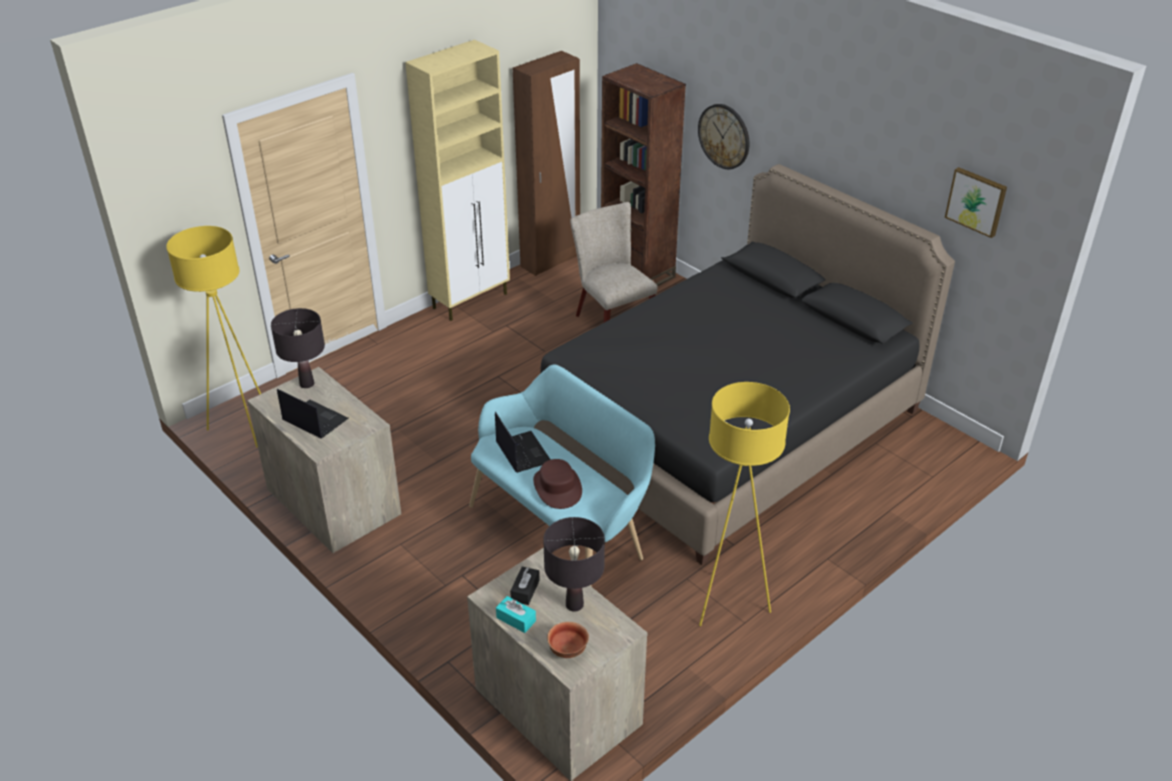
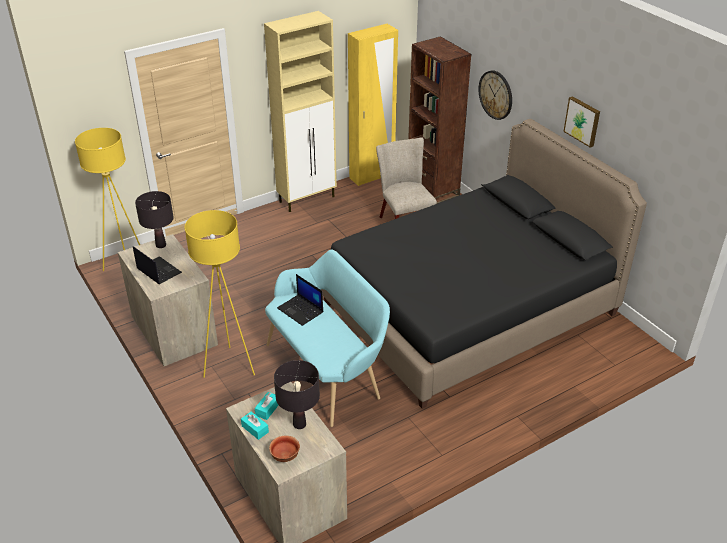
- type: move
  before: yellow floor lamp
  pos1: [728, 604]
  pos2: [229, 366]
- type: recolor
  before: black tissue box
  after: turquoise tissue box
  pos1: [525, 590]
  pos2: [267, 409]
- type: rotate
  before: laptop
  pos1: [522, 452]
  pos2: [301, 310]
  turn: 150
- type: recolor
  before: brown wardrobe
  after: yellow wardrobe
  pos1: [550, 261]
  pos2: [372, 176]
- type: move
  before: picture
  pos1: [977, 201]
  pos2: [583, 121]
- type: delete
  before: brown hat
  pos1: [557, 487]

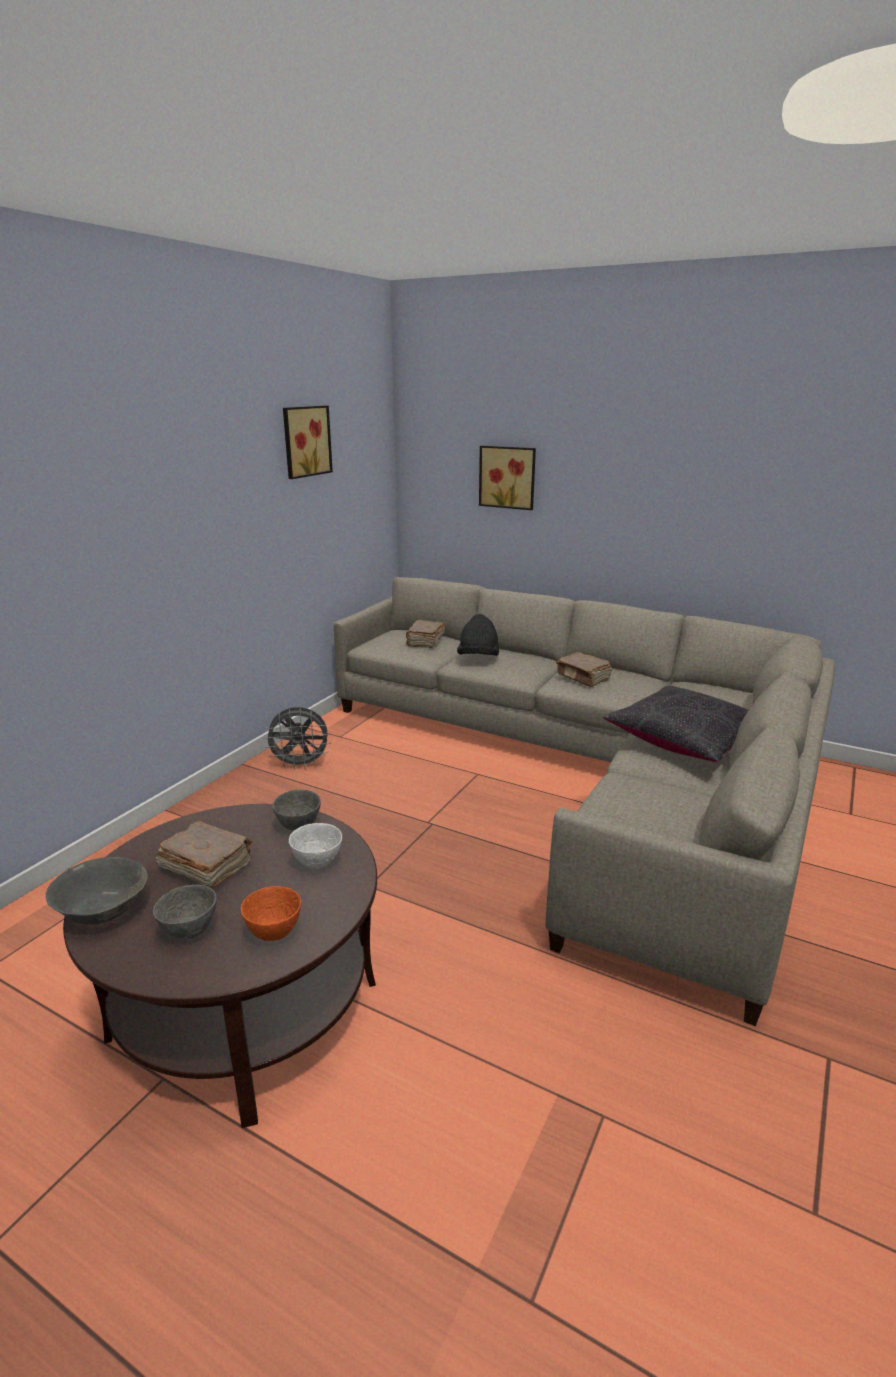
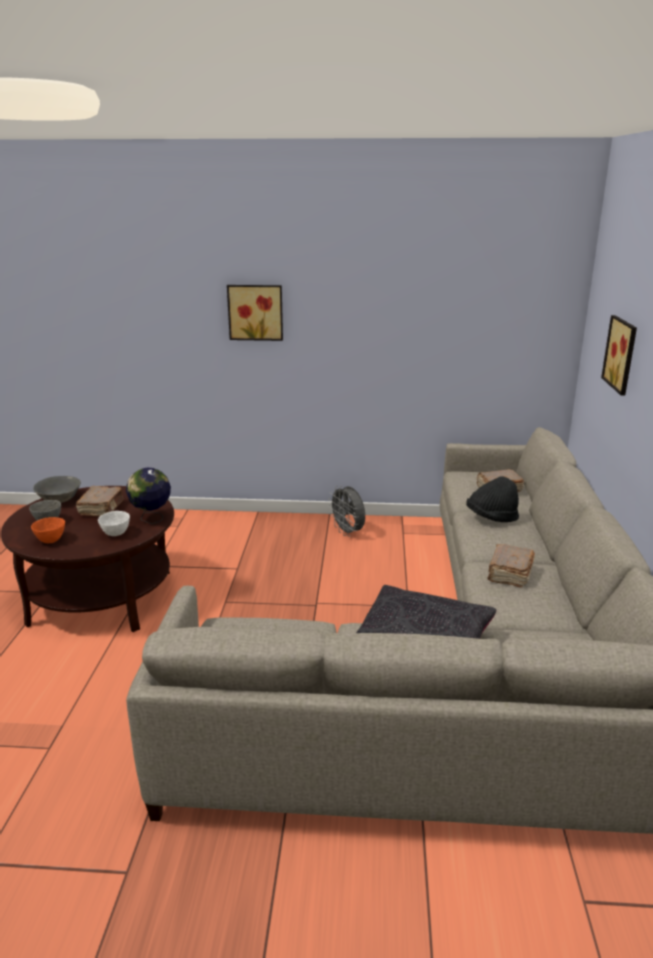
- type: replace
  before: grey bowl
  after: globe
  pos1: [299, 826]
  pos2: [151, 519]
- type: move
  before: picture
  pos1: [305, 441]
  pos2: [255, 312]

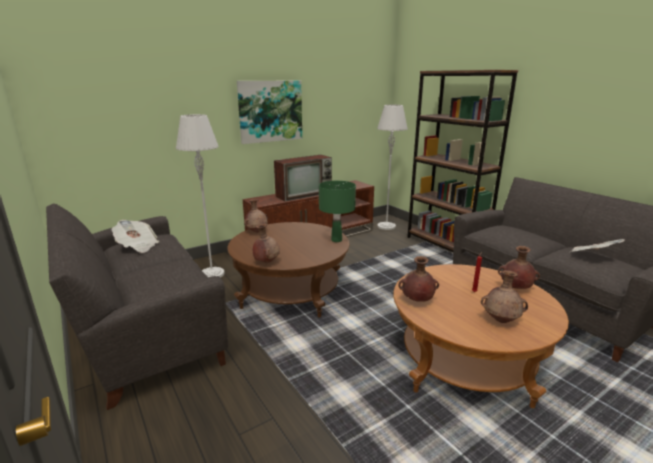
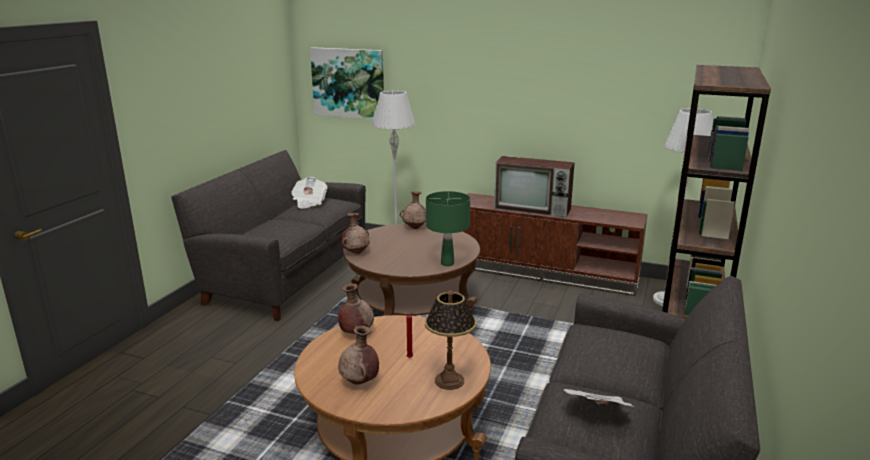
- type: move
  before: picture
  pos1: [270, 111]
  pos2: [348, 83]
- type: replace
  before: brown vase
  after: table lamp
  pos1: [515, 288]
  pos2: [449, 380]

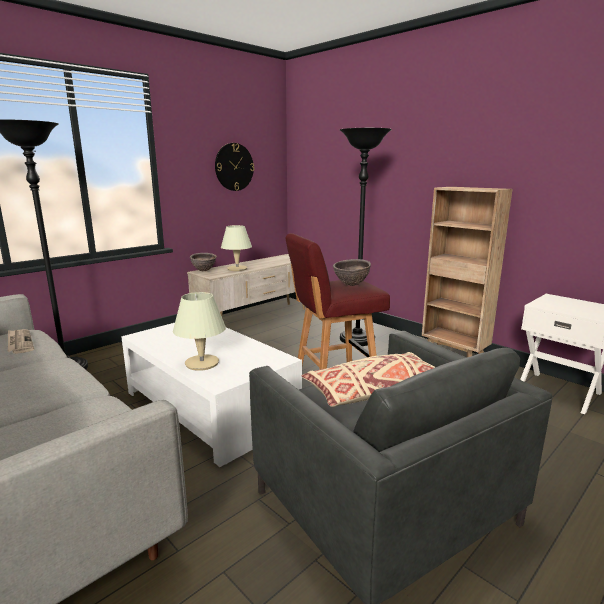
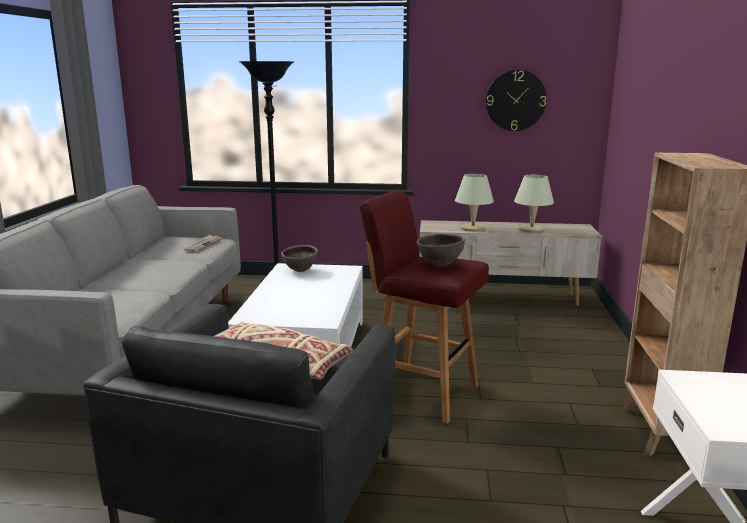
- type: move
  before: brown bowl
  pos1: [204, 271]
  pos2: [300, 271]
- type: move
  before: beige table lamp
  pos1: [202, 363]
  pos2: [532, 229]
- type: delete
  before: black floor lamp
  pos1: [357, 340]

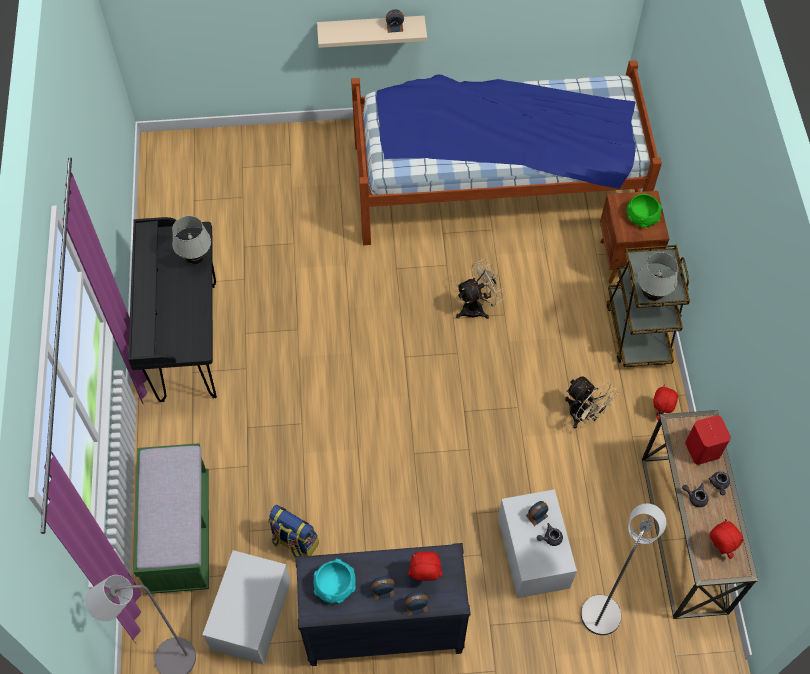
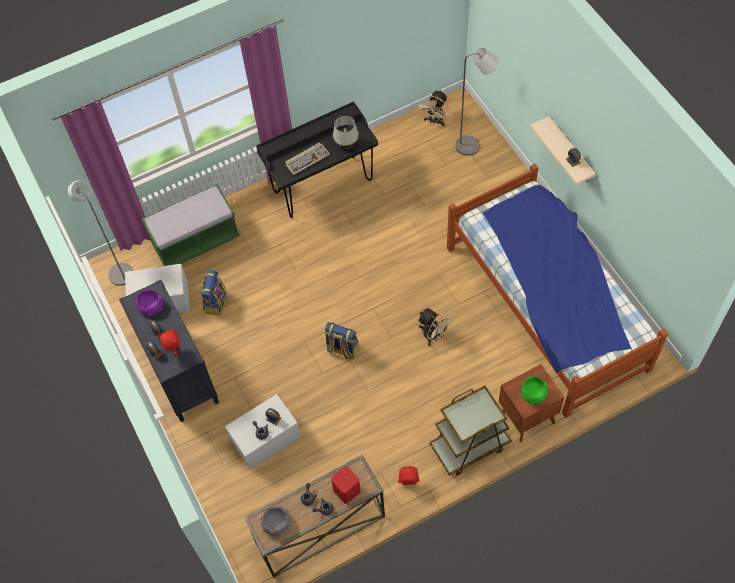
- type: recolor
  before: turquoise bowl
  after: purple bowl
  pos1: [334, 585]
  pos2: [151, 306]
- type: replace
  before: red plush toy
  after: grey bowl
  pos1: [718, 548]
  pos2: [276, 523]
- type: insert
  after: keyboard
  pos2: [307, 159]
- type: insert
  after: backpack
  pos2: [342, 349]
- type: move
  before: beige fan
  pos1: [584, 416]
  pos2: [434, 121]
- type: move
  before: grey floor lamp
  pos1: [604, 608]
  pos2: [472, 146]
- type: delete
  before: white table lamp
  pos1: [651, 295]

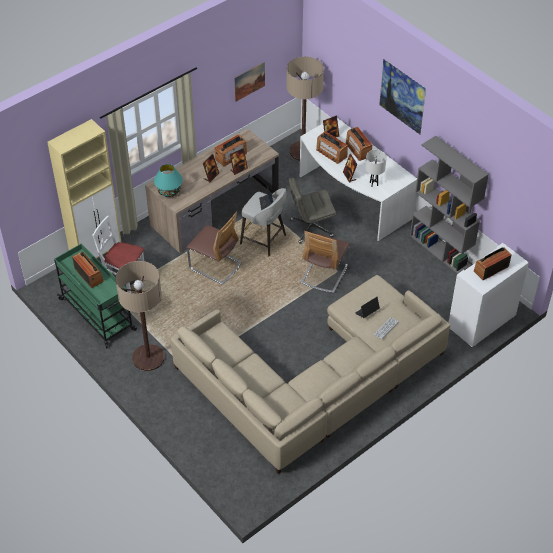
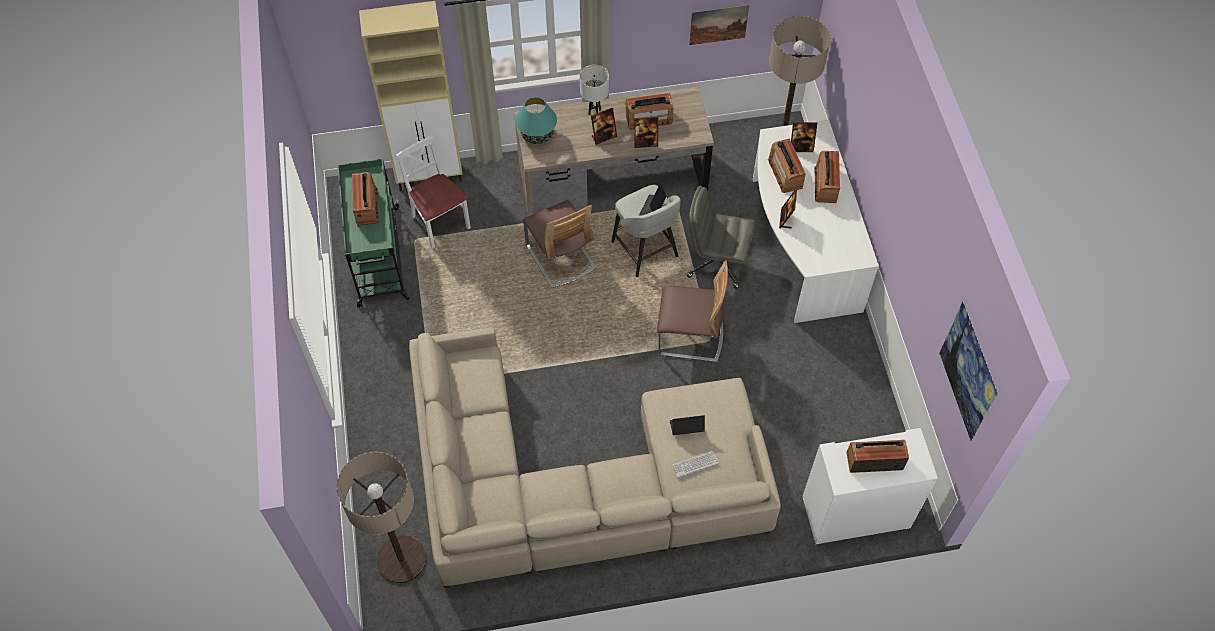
- type: move
  before: floor lamp
  pos1: [148, 358]
  pos2: [401, 559]
- type: move
  before: white table lamp
  pos1: [373, 184]
  pos2: [594, 112]
- type: rotate
  before: chair
  pos1: [324, 274]
  pos2: [690, 336]
  turn: -135
- type: move
  before: picture
  pos1: [400, 108]
  pos2: [960, 384]
- type: delete
  before: grey bookcase
  pos1: [440, 250]

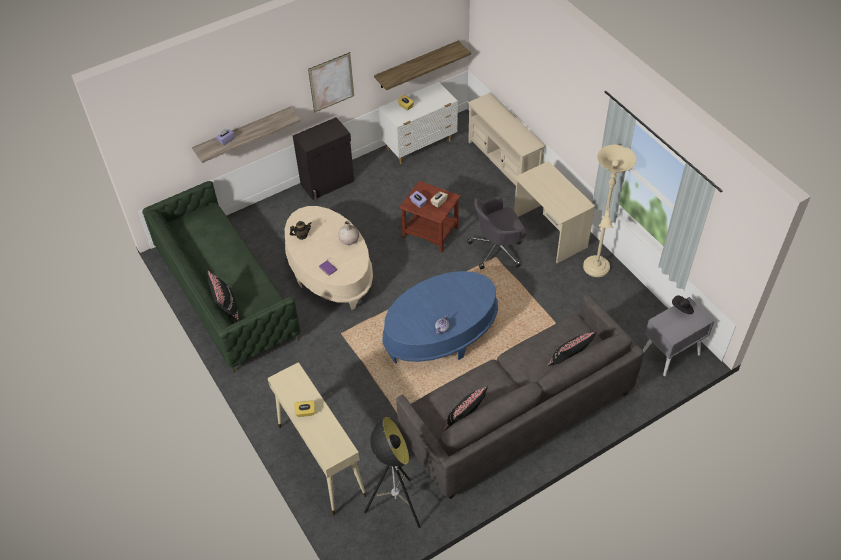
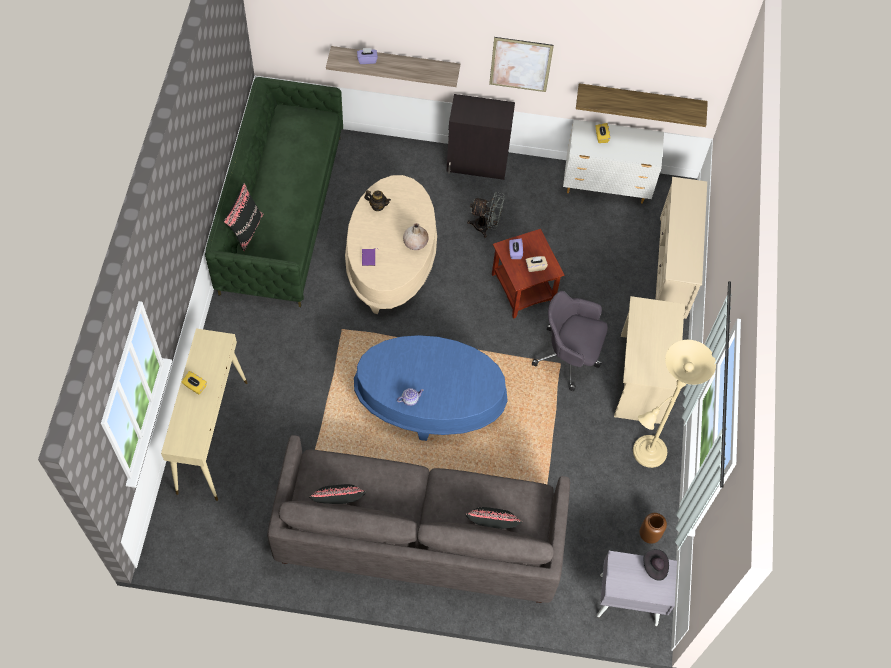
- type: insert
  after: grey fan
  pos2: [486, 226]
- type: insert
  after: brown vase
  pos2: [649, 535]
- type: delete
  before: floor lamp
  pos1: [396, 506]

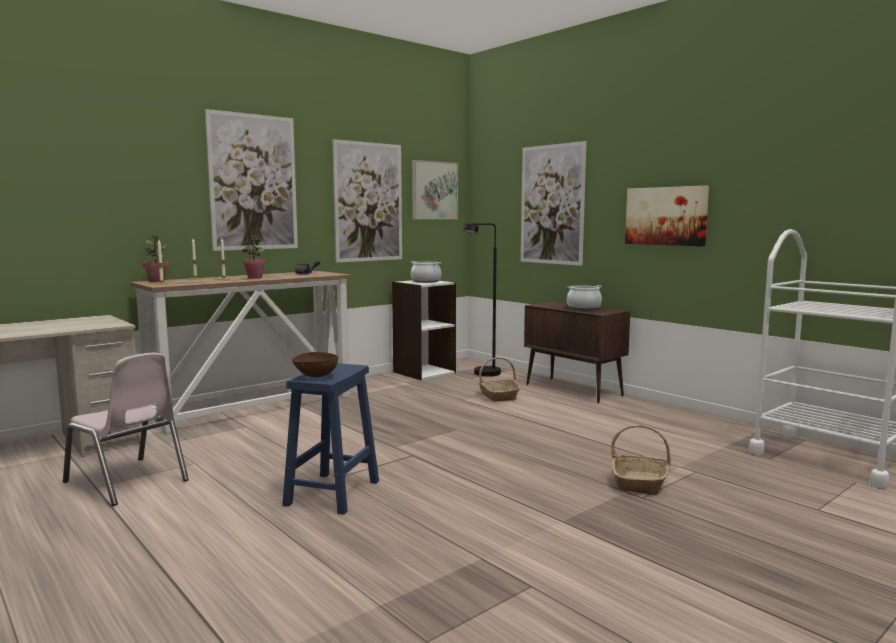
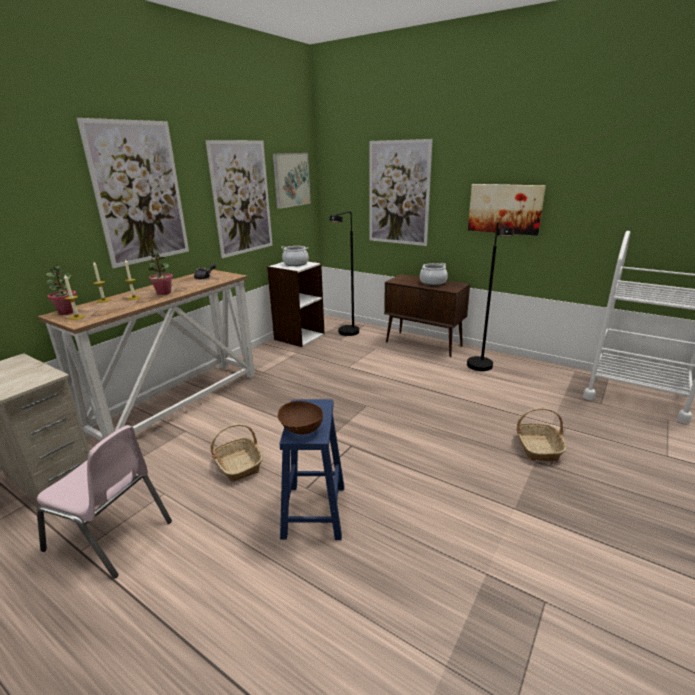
- type: move
  before: basket
  pos1: [498, 396]
  pos2: [238, 465]
- type: insert
  after: black floor lamp
  pos2: [481, 369]

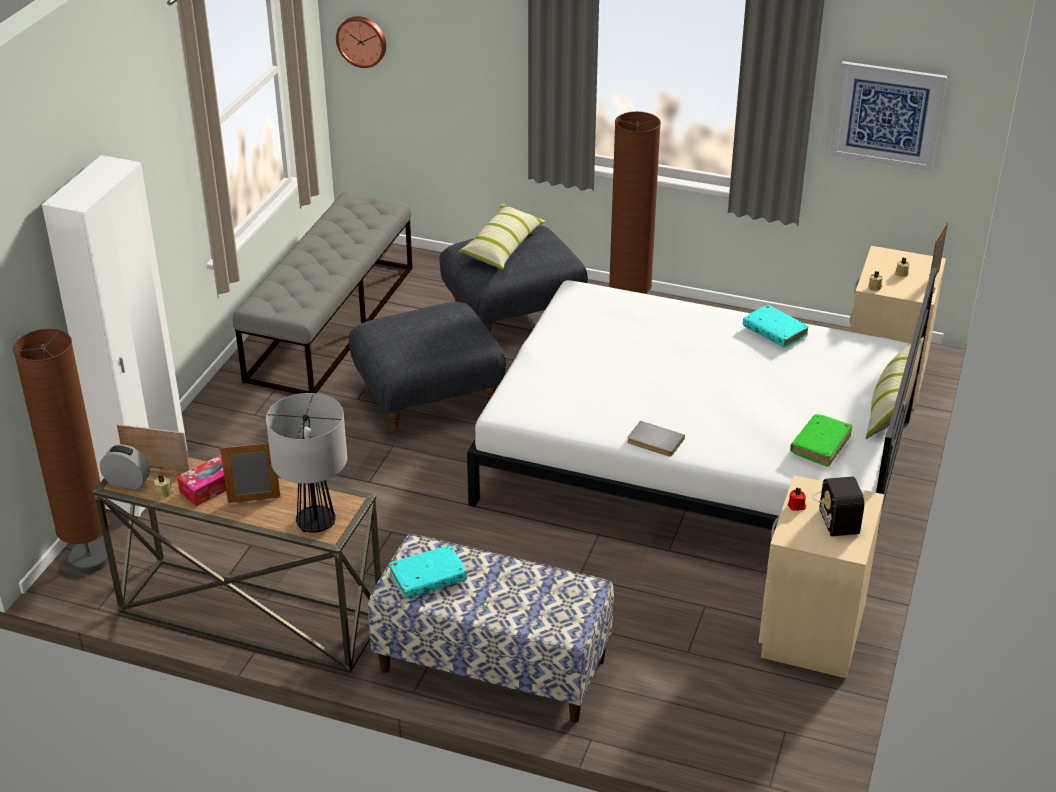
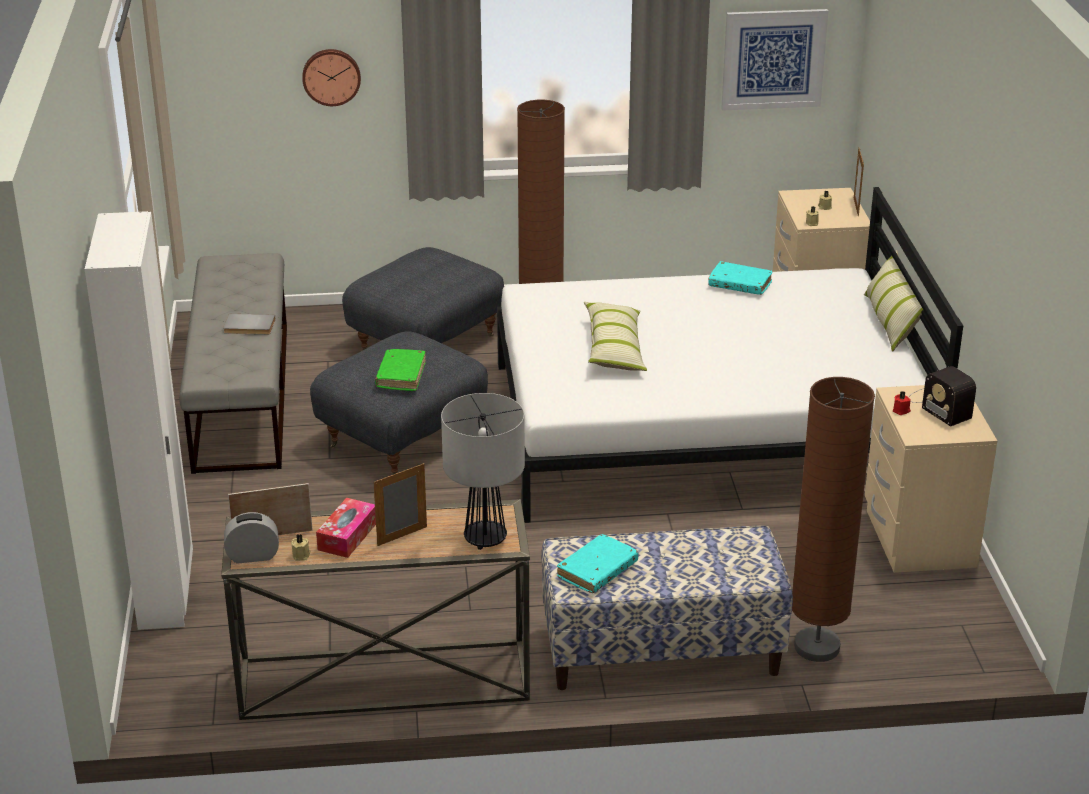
- type: move
  before: grey book
  pos1: [654, 442]
  pos2: [249, 327]
- type: move
  before: wall clock
  pos1: [362, 41]
  pos2: [331, 76]
- type: move
  before: green book
  pos1: [820, 445]
  pos2: [401, 376]
- type: move
  before: pillow
  pos1: [502, 246]
  pos2: [614, 348]
- type: move
  before: brown floor lamp
  pos1: [89, 560]
  pos2: [816, 647]

